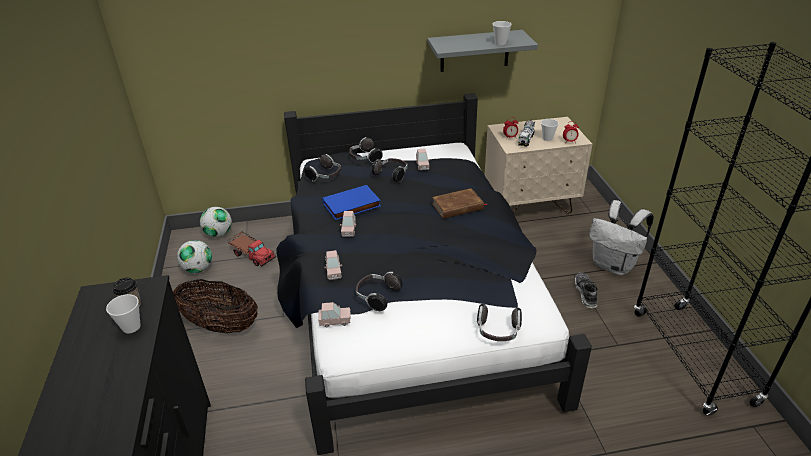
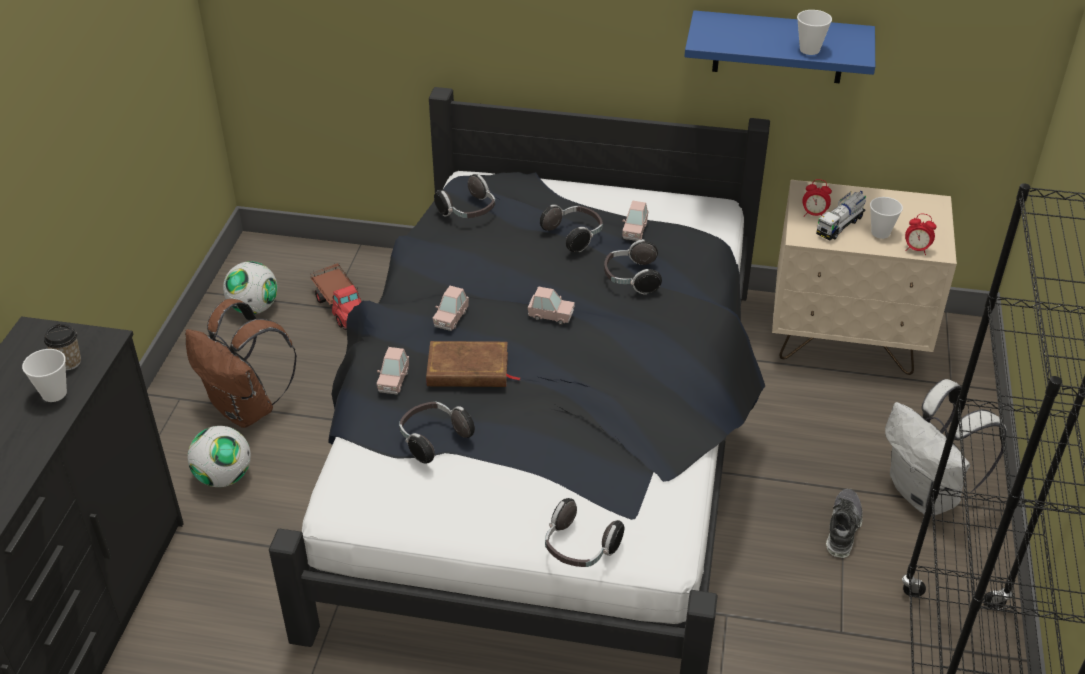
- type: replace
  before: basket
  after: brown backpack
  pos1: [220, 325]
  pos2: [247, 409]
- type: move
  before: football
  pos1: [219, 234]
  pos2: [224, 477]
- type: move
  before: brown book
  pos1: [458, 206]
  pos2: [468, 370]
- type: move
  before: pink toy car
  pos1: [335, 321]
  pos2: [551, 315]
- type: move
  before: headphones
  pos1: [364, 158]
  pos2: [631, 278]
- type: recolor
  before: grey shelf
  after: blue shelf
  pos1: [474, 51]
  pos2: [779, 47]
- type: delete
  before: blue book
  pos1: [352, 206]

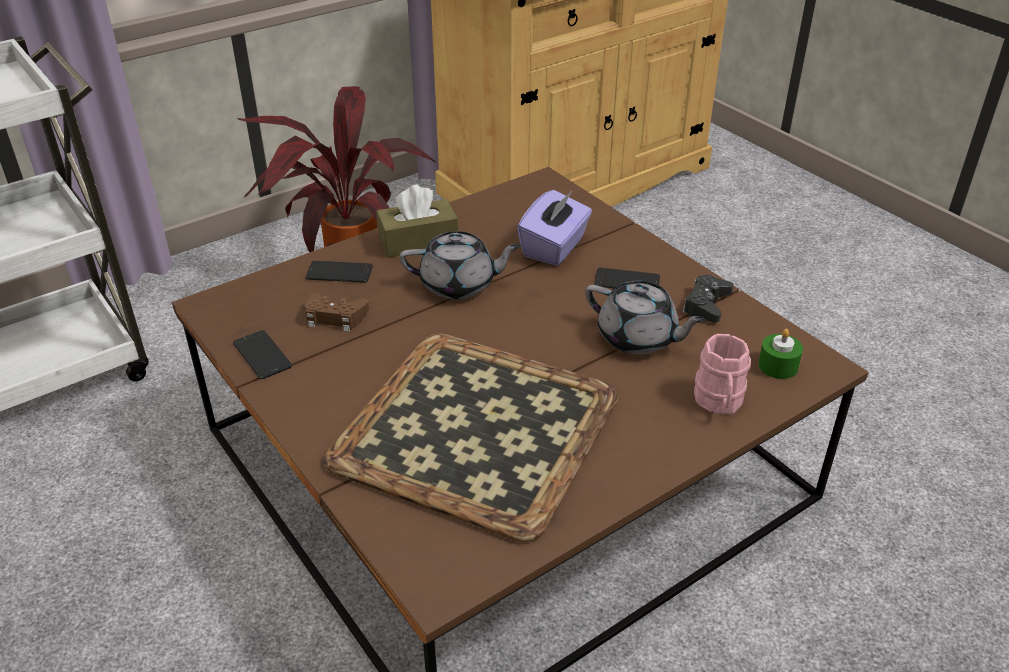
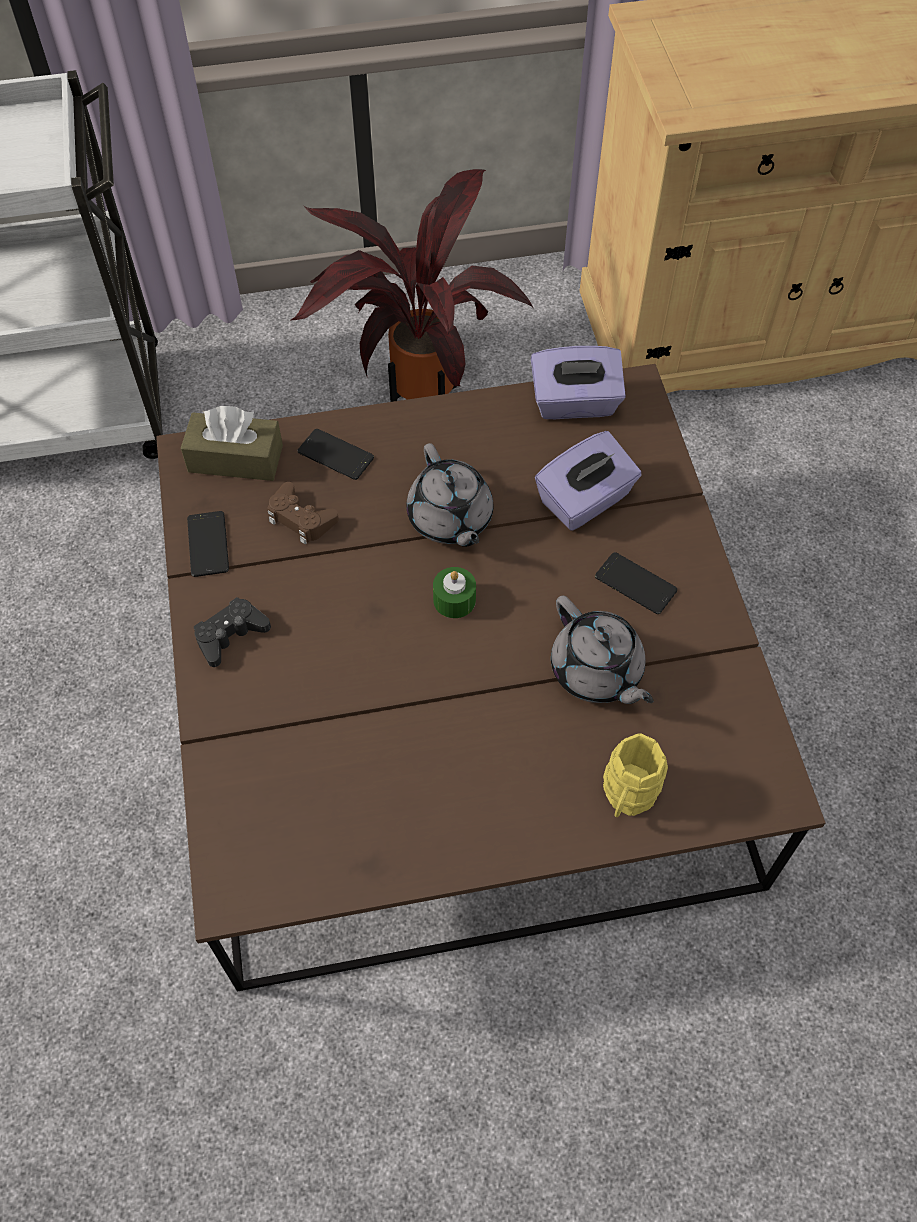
- type: move
  before: brown tissue box
  pos1: [418, 241]
  pos2: [235, 458]
- type: move
  before: black game controller
  pos1: [706, 305]
  pos2: [230, 635]
- type: rotate
  before: grey teapot
  pos1: [459, 284]
  pos2: [450, 519]
  turn: 45
- type: move
  before: green candle
  pos1: [778, 366]
  pos2: [454, 600]
- type: insert
  after: purple tissue box
  pos2: [575, 403]
- type: recolor
  before: pink mug
  after: yellow mug
  pos1: [719, 403]
  pos2: [627, 796]
- type: delete
  before: tray
  pos1: [477, 431]

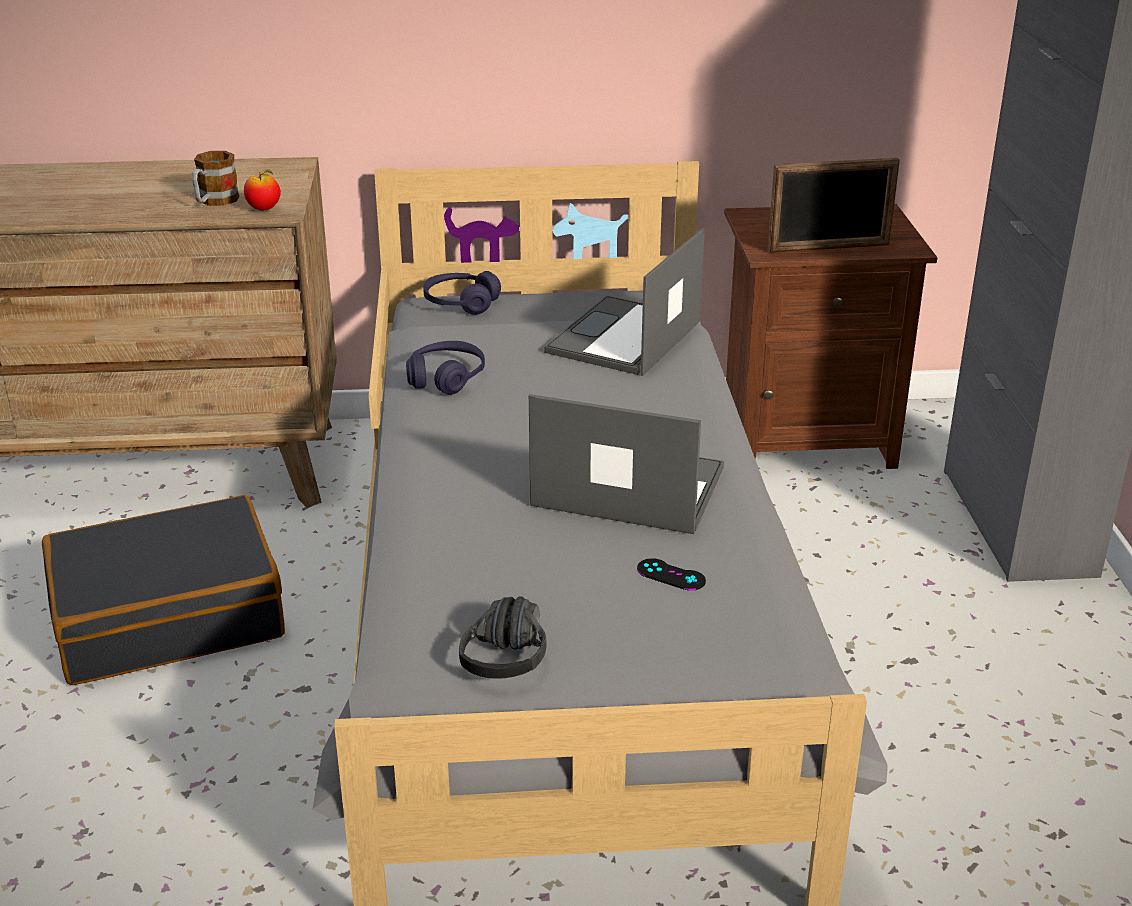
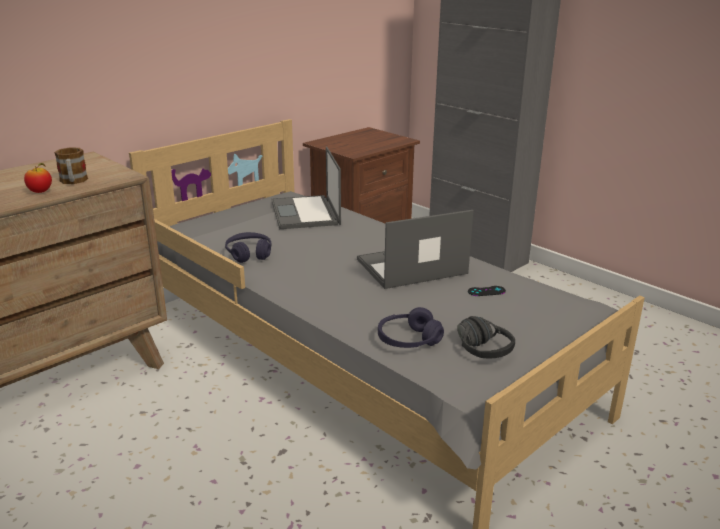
- type: move
  before: apple
  pos1: [264, 209]
  pos2: [40, 192]
- type: move
  before: purple headphones
  pos1: [461, 303]
  pos2: [408, 340]
- type: delete
  before: black suitcase
  pos1: [168, 616]
- type: delete
  before: picture frame
  pos1: [828, 248]

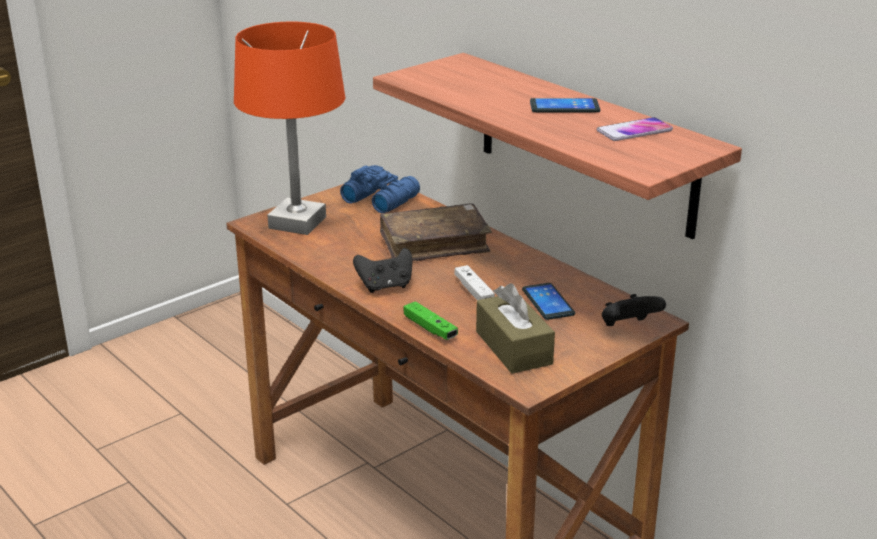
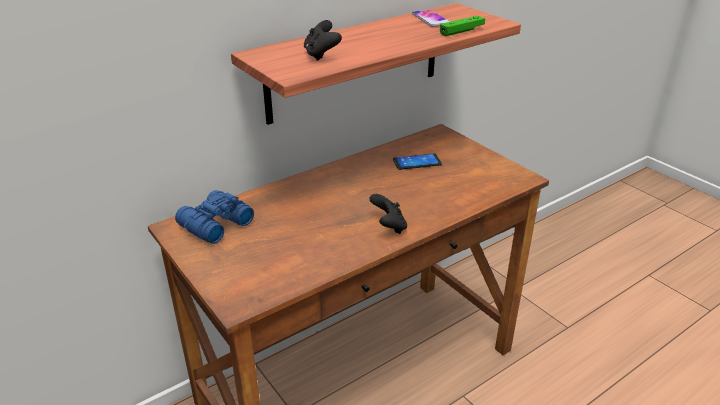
- type: move
  before: black game controller
  pos1: [628, 327]
  pos2: [321, 55]
- type: move
  before: green game controller
  pos1: [430, 328]
  pos2: [462, 31]
- type: delete
  before: orange table lamp
  pos1: [296, 223]
- type: delete
  before: brown book
  pos1: [434, 244]
- type: delete
  before: white game controller
  pos1: [474, 292]
- type: delete
  before: brown tissue box
  pos1: [513, 348]
- type: delete
  before: phone
  pos1: [564, 107]

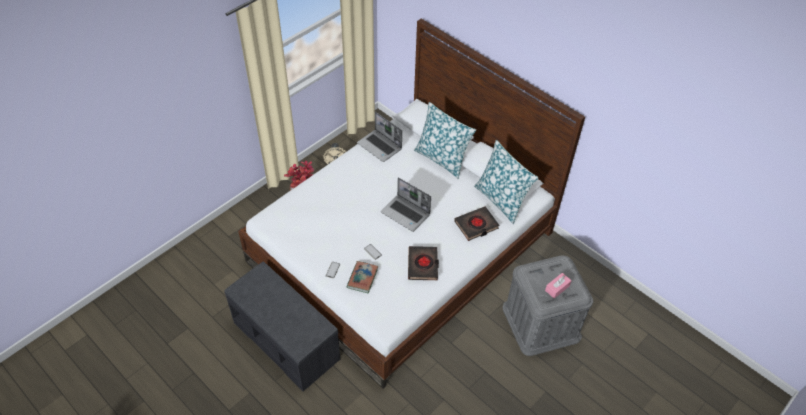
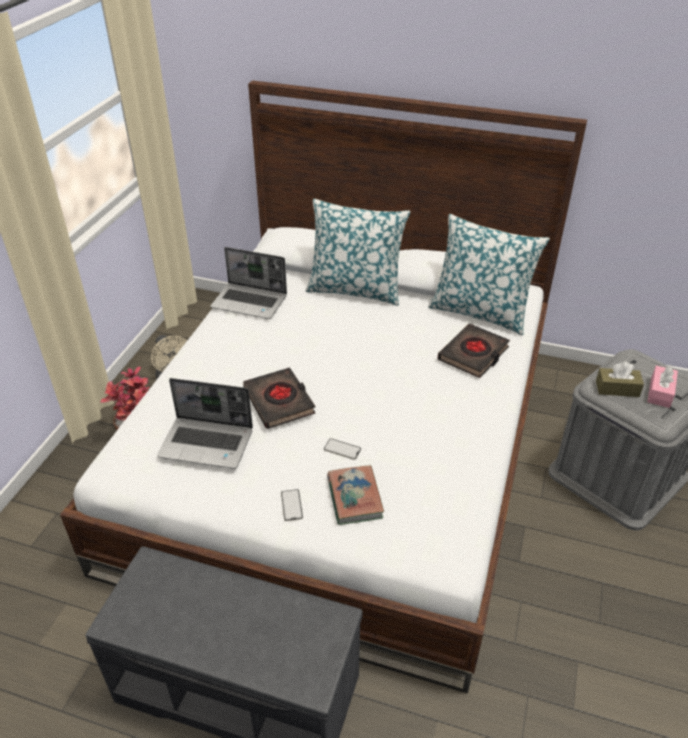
- type: move
  before: laptop
  pos1: [406, 214]
  pos2: [208, 443]
- type: move
  before: black book
  pos1: [423, 265]
  pos2: [279, 401]
- type: insert
  after: brown tissue box
  pos2: [617, 389]

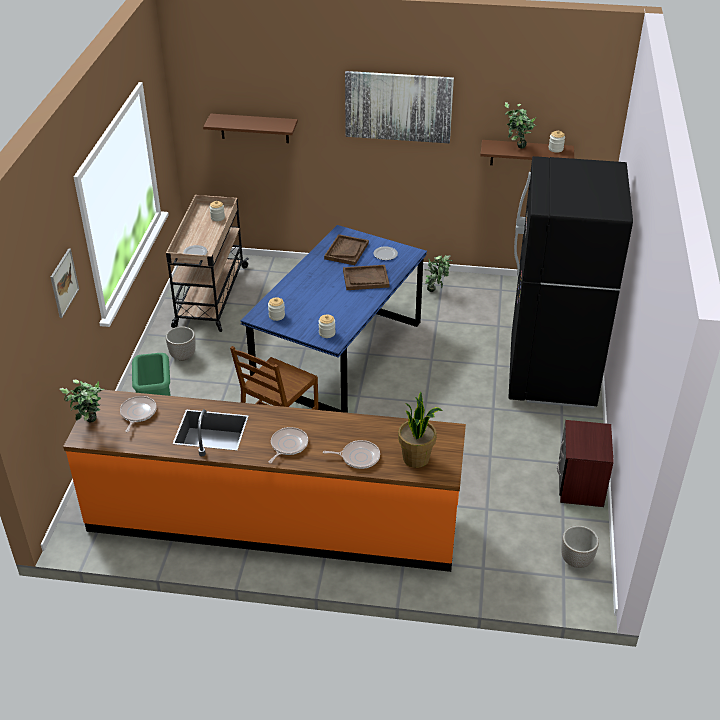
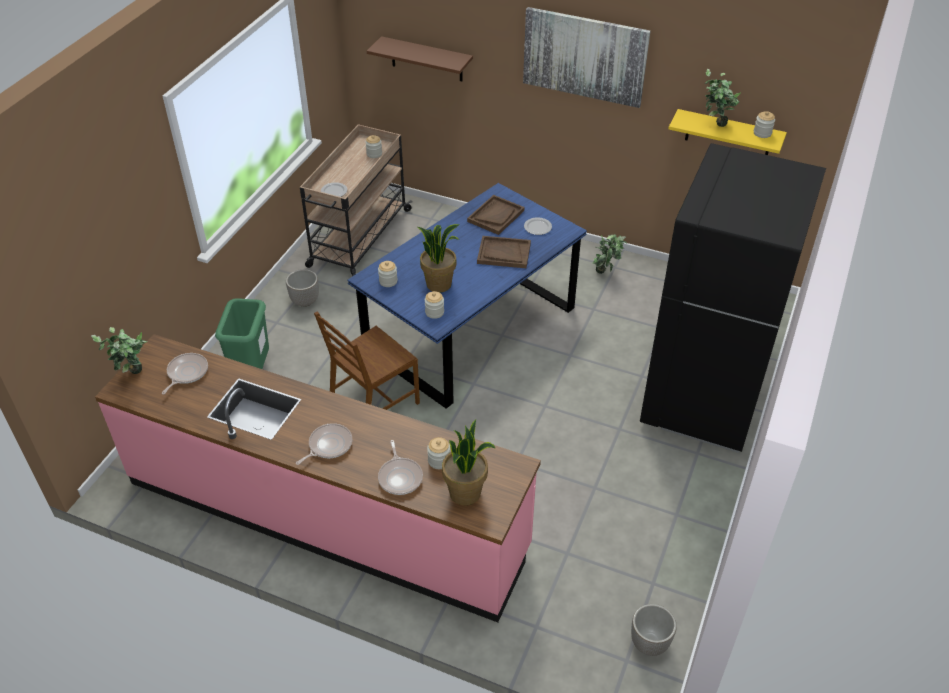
- type: recolor
  before: orange counter
  after: pink counter
  pos1: [273, 520]
  pos2: [326, 514]
- type: rotate
  before: frying pan
  pos1: [358, 457]
  pos2: [400, 477]
  turn: 60
- type: insert
  after: potted plant
  pos2: [439, 284]
- type: insert
  after: jar
  pos2: [439, 461]
- type: recolor
  before: brown shelf
  after: yellow shelf
  pos1: [526, 154]
  pos2: [728, 134]
- type: delete
  before: picture
  pos1: [64, 283]
- type: delete
  before: brown nightstand
  pos1: [580, 485]

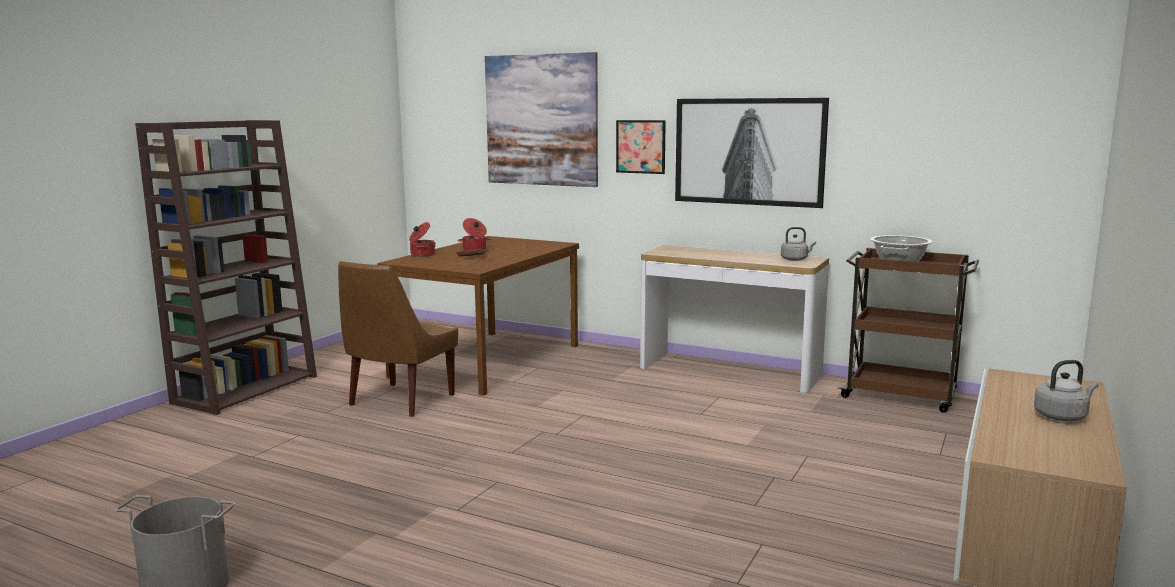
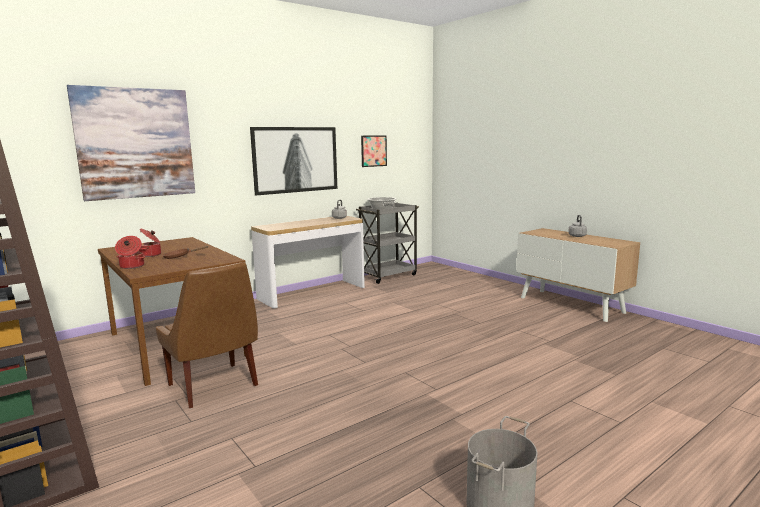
- type: recolor
  before: brown cart
  after: grey cart
  pos1: [901, 396]
  pos2: [388, 276]
- type: move
  before: picture
  pos1: [640, 146]
  pos2: [373, 151]

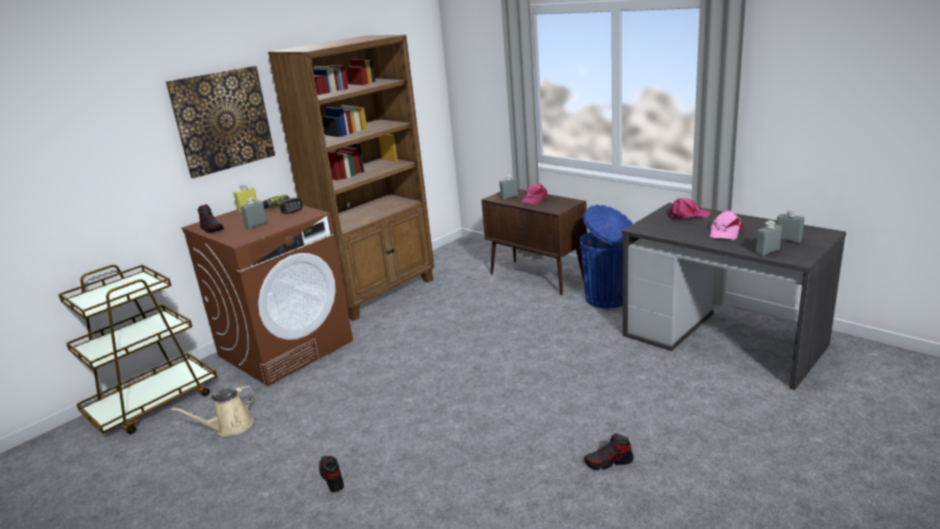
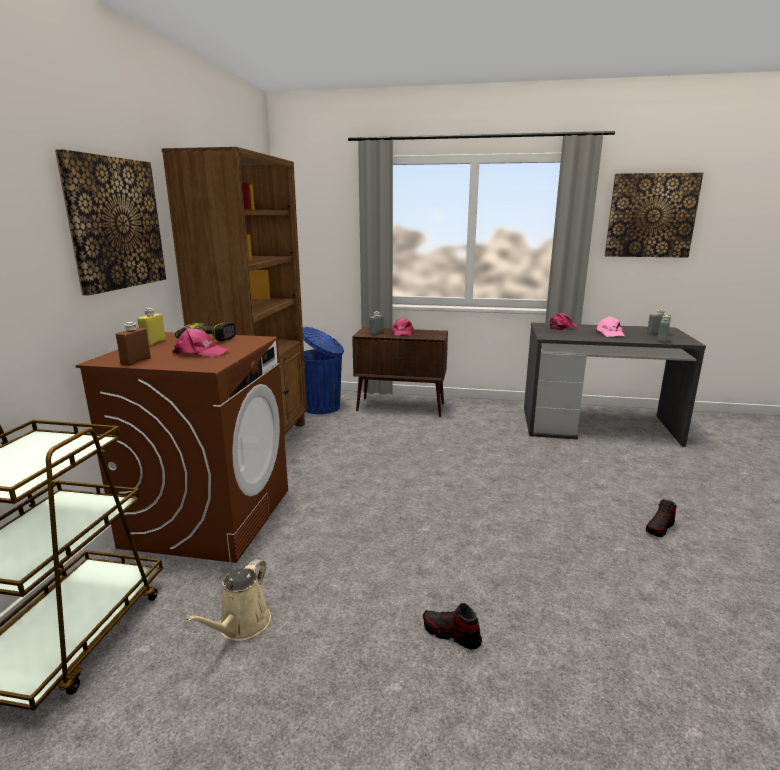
- type: replace
  before: shoe
  after: brown bottle
  pos1: [212, 229]
  pos2: [136, 361]
- type: replace
  before: grey bottle
  after: pink cap
  pos1: [256, 225]
  pos2: [200, 352]
- type: move
  before: blue trash can
  pos1: [608, 299]
  pos2: [323, 407]
- type: insert
  after: picture
  pos2: [651, 216]

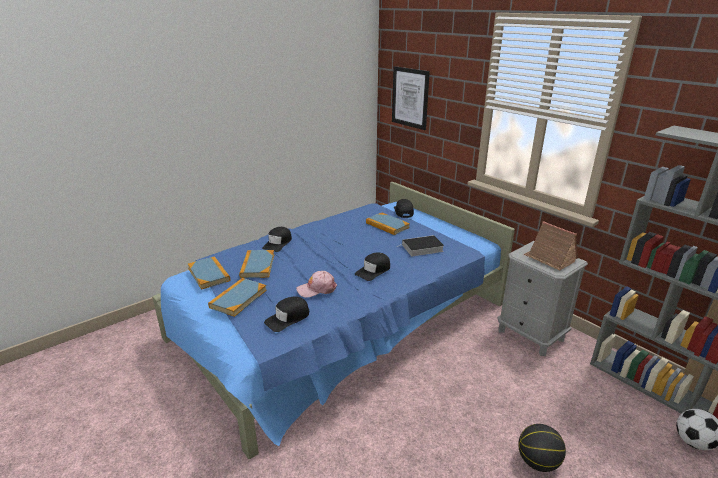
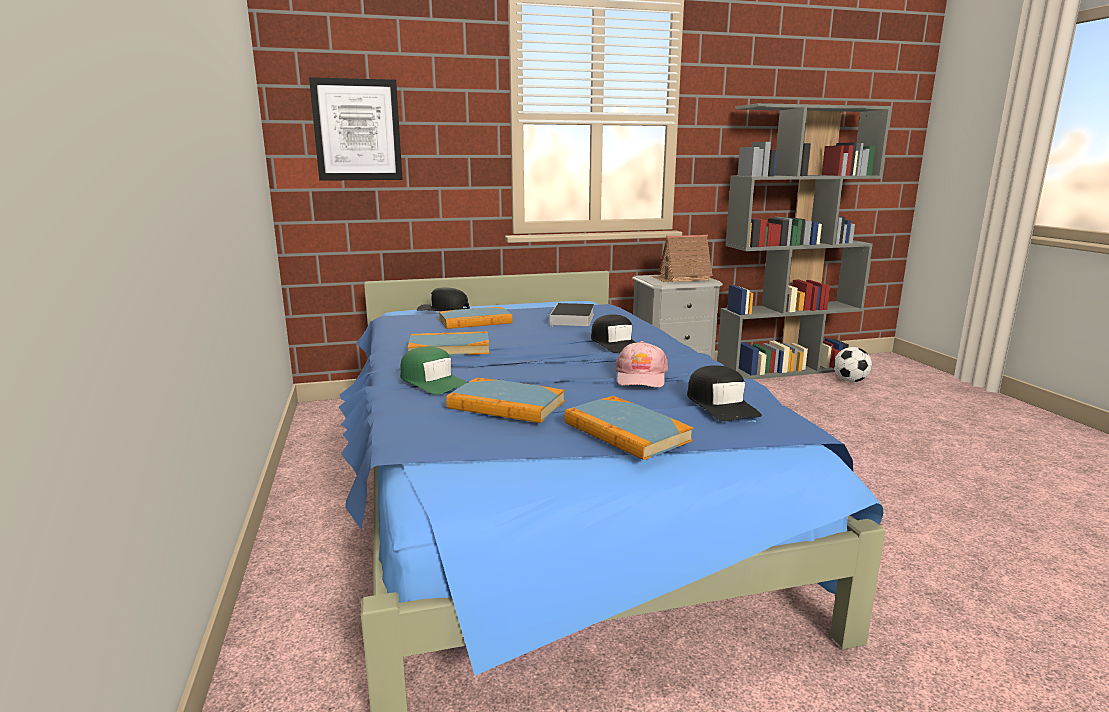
- type: recolor
  before: black cap
  after: green cap
  pos1: [278, 243]
  pos2: [432, 381]
- type: move
  before: book
  pos1: [209, 274]
  pos2: [449, 348]
- type: delete
  before: basketball
  pos1: [537, 462]

